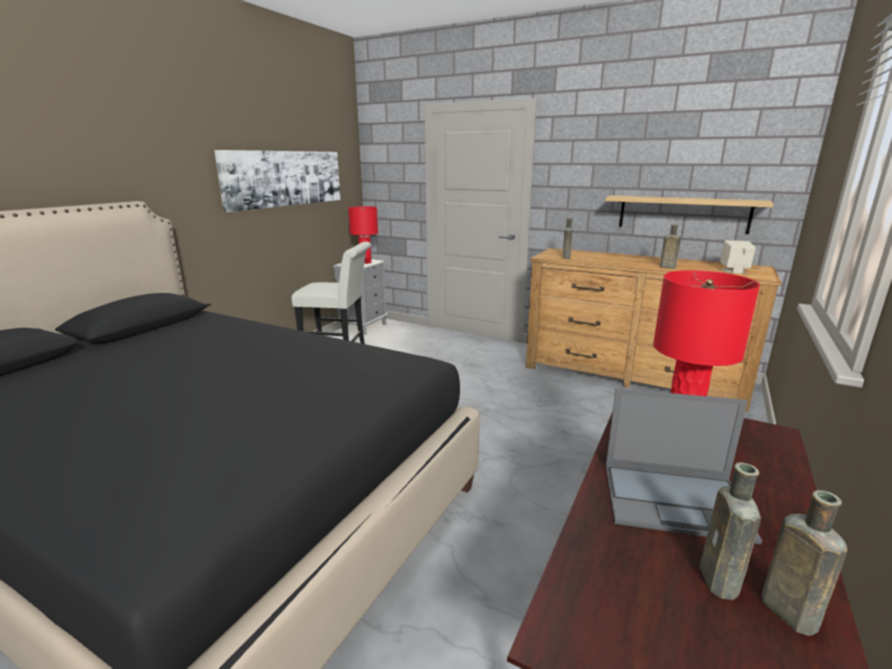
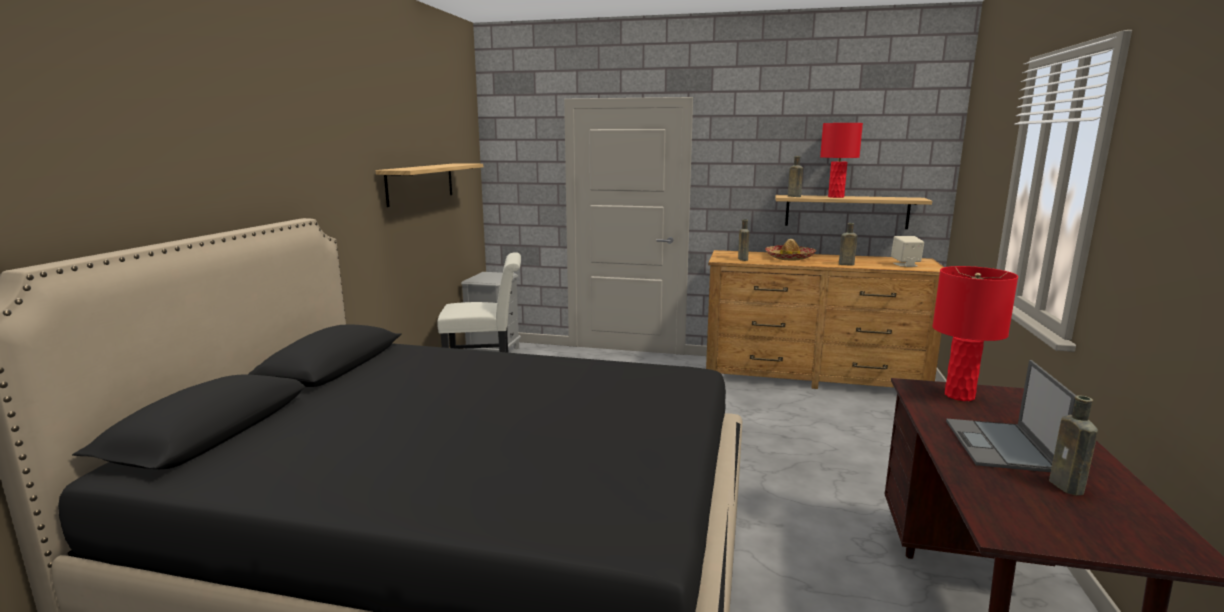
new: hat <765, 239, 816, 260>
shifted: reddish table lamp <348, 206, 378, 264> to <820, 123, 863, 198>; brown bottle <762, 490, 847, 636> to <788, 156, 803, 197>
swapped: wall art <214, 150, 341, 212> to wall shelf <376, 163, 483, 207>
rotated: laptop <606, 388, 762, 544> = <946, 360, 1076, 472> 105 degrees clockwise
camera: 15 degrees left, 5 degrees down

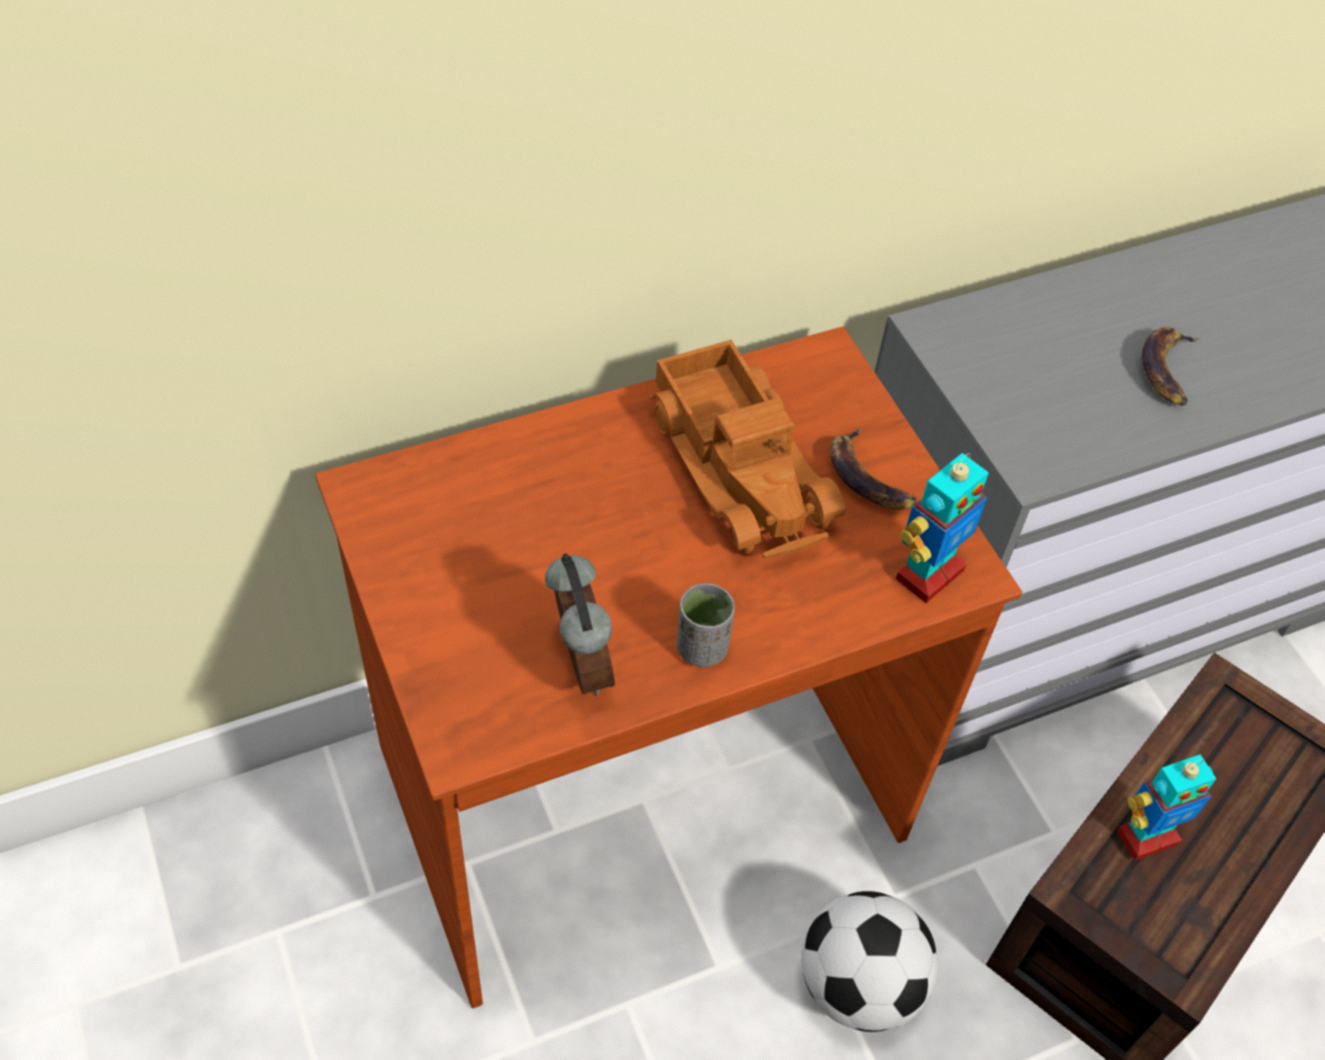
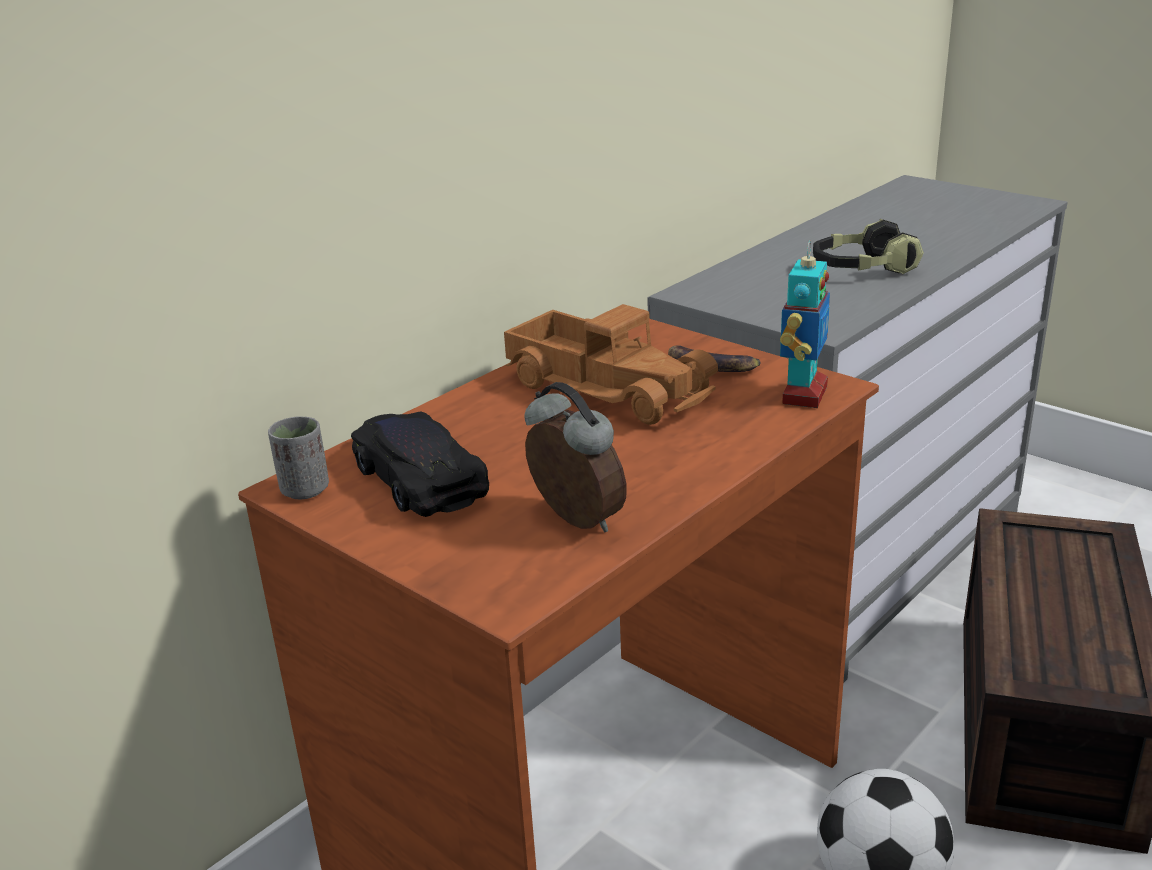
gone: model robot <1117, 754, 1216, 860>
new: black toy car <351, 411, 489, 517>
shifted: gray small cup <677, 583, 735, 667> to <268, 416, 329, 499>
swapped: whole banana <1142, 327, 1199, 406> to headset <813, 219, 924, 274>
camera: 20 degrees left, 25 degrees down

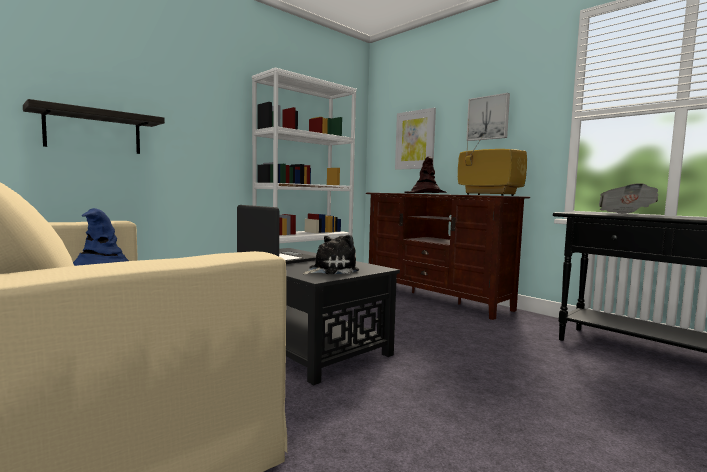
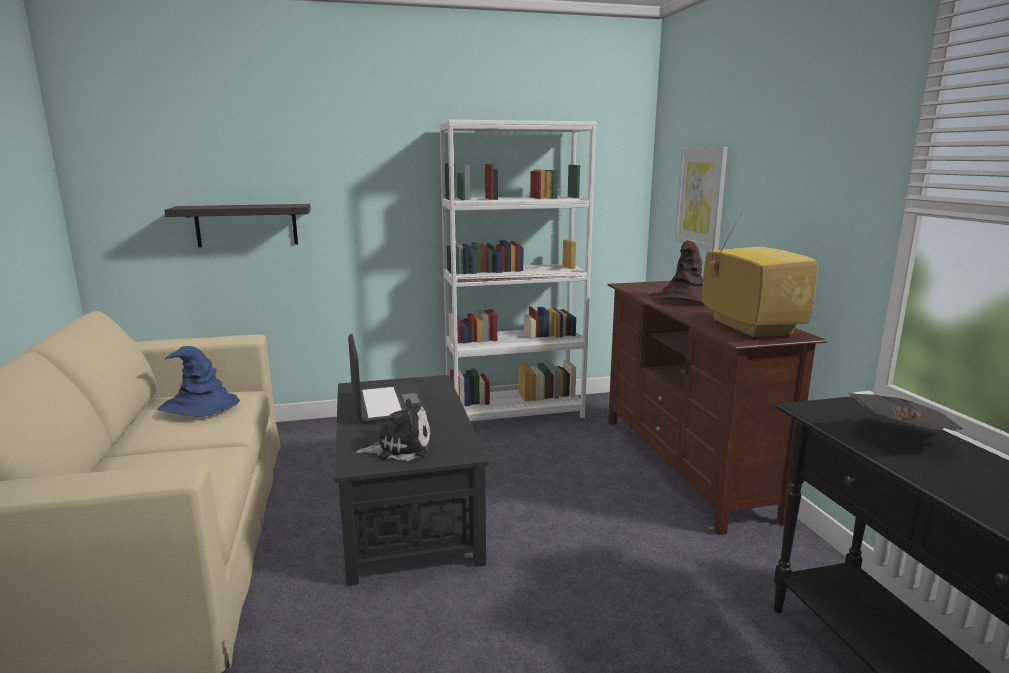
gone: wall art <466, 93, 510, 141>
camera: 30 degrees right, 10 degrees up

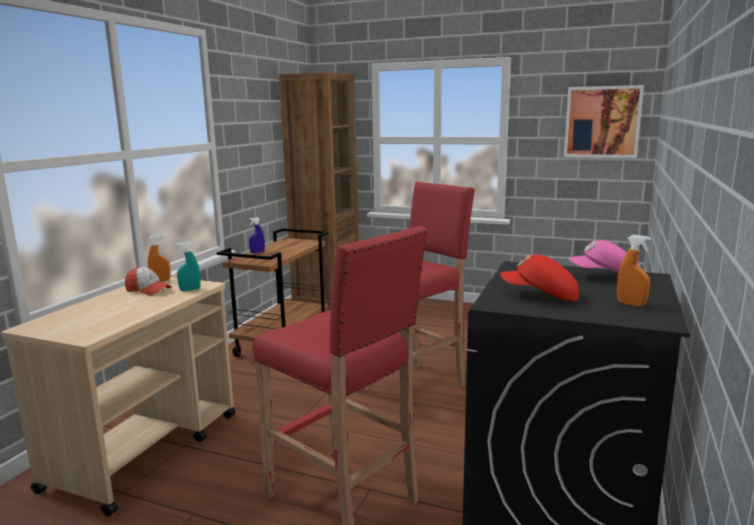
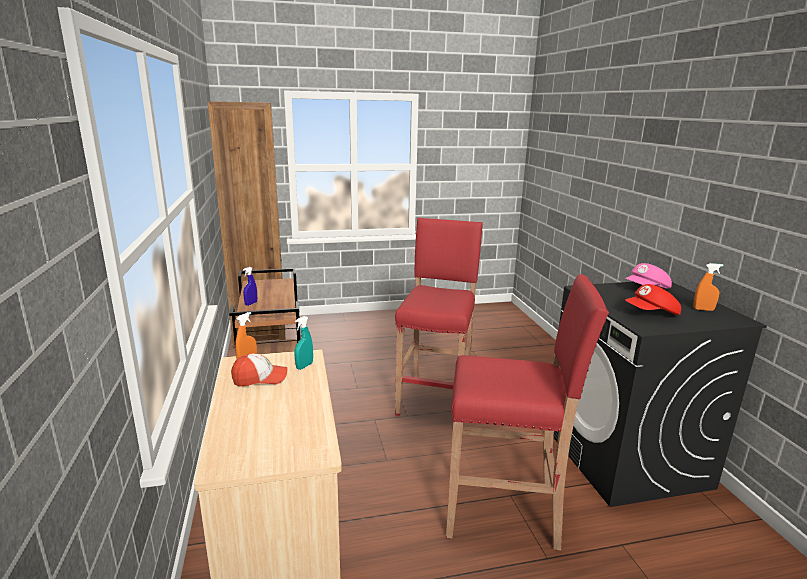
gone: wall art <564, 85, 644, 158>
camera: 35 degrees left, 5 degrees up

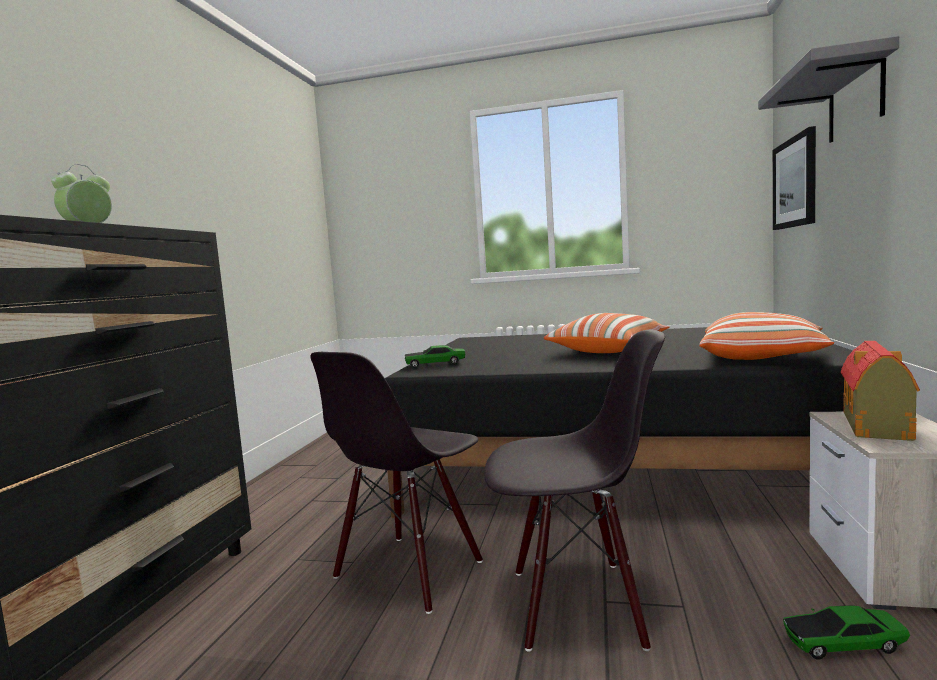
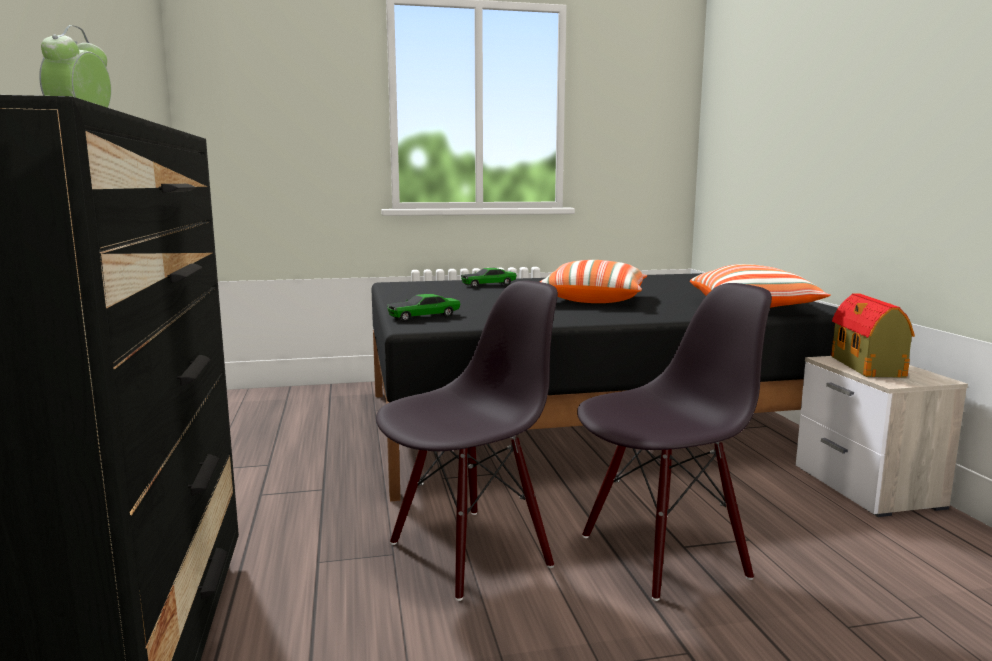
gone: gray wall shelf <758, 36, 899, 143>; wall art <773, 126, 816, 230>
shifted: toy car <783, 606, 910, 660> to <461, 268, 517, 288>
rotated: black chair <310, 352, 483, 614> = <376, 280, 558, 601> 135 degrees counterclockwise
camera: 25 degrees left, 5 degrees up

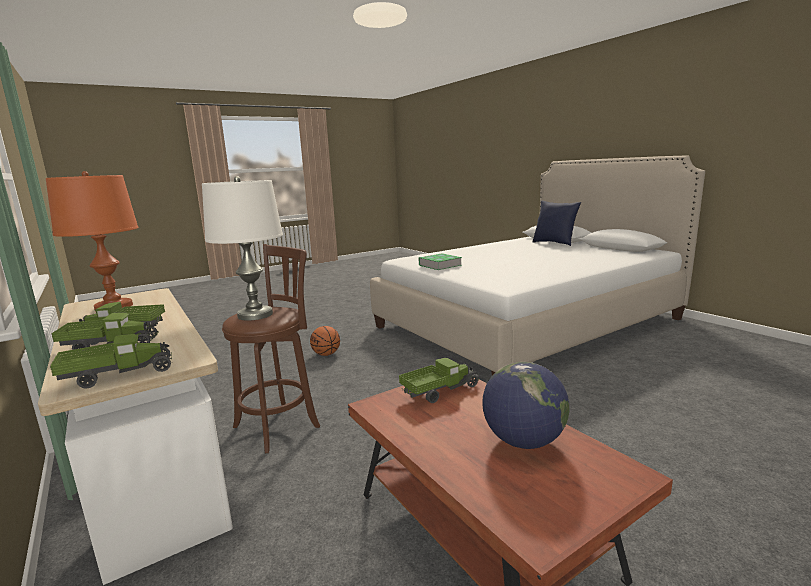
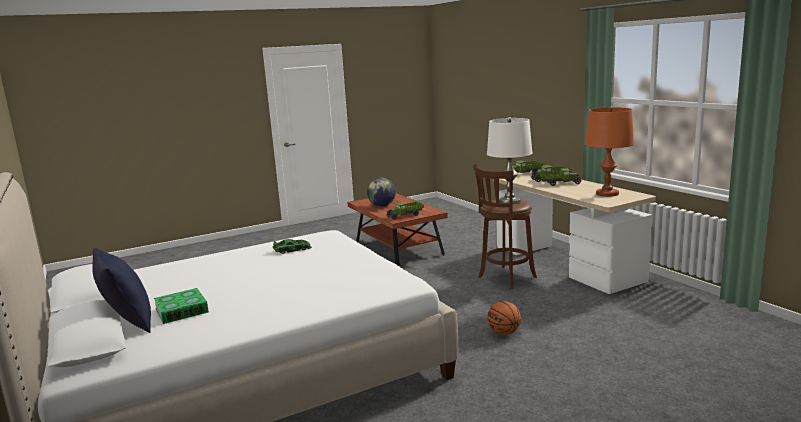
new: toy car <273, 239, 312, 254>
shifted: bound book <419, 253, 462, 270> to <154, 288, 209, 324>
camera: 175 degrees left, 0 degrees up

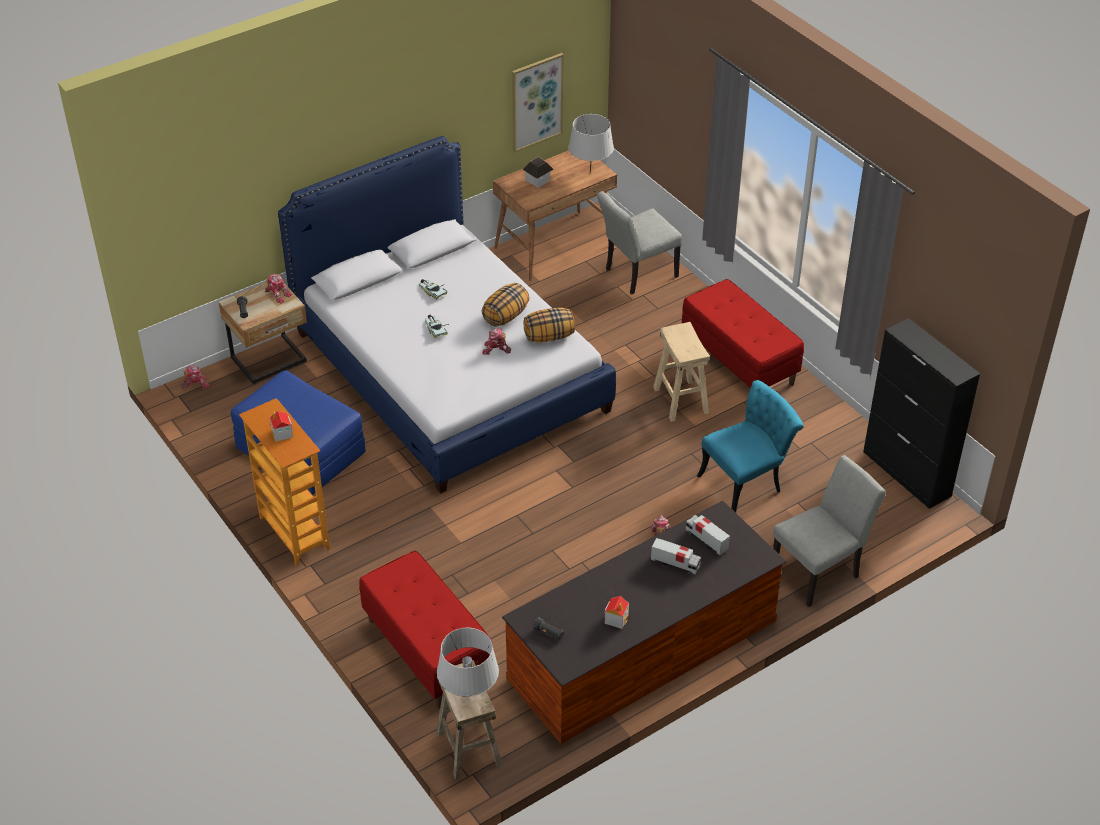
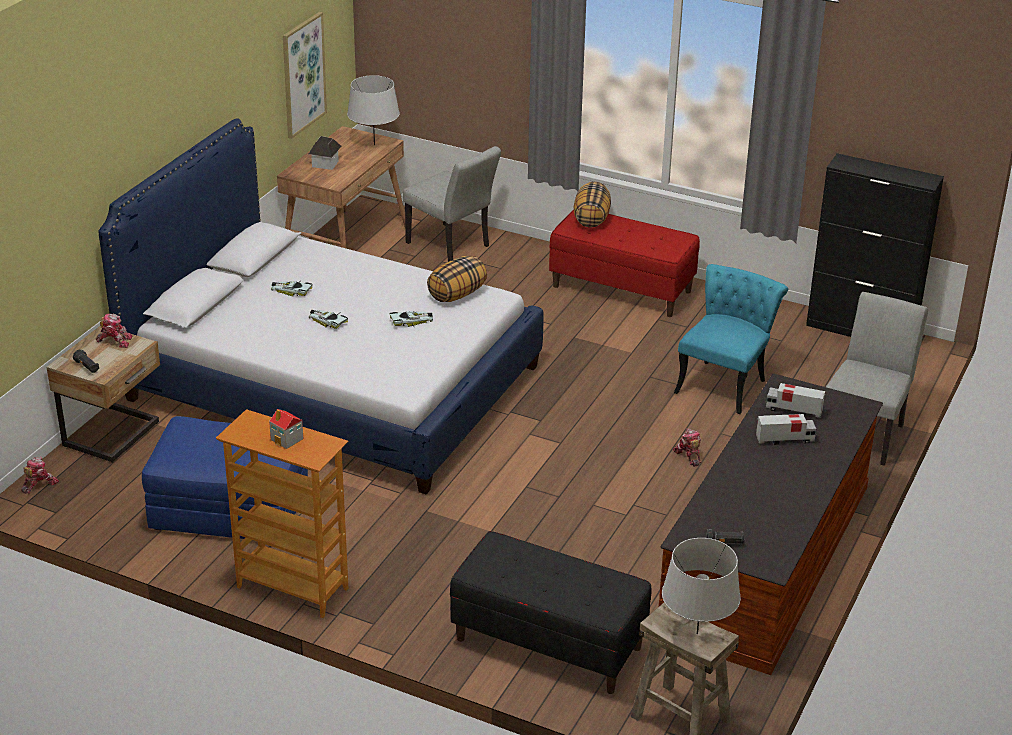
gone: beige-coloured sitting stool <653, 322, 710, 422>; miniature house <605, 596, 629, 629>
shifted: throw pillow <482, 283, 529, 327> to <574, 182, 611, 228>
swapped: model robot <482, 329, 511, 355> to toy car <390, 311, 433, 327>
repainted: reddish bench <359, 551, 492, 708> to black bench <450, 531, 651, 694>
rotated: gray chair <597, 191, 683, 294> = <403, 146, 501, 262> 75 degrees counterclockwise
camera: 30 degrees left, 10 degrees down

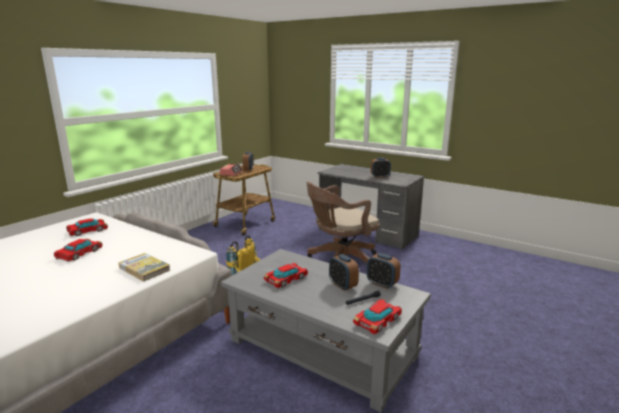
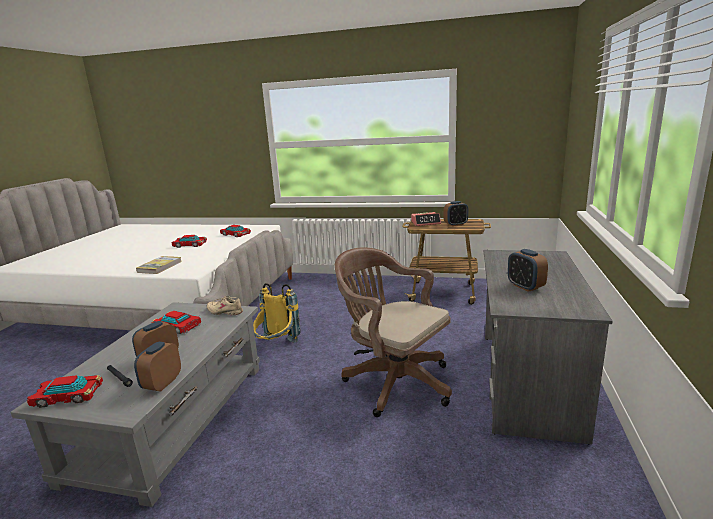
new: beige-coloured item of footwear <207, 296, 243, 315>
rotated: toy car <353, 299, 402, 334> = <27, 375, 103, 408> 150 degrees clockwise
camera: 70 degrees right, 0 degrees up

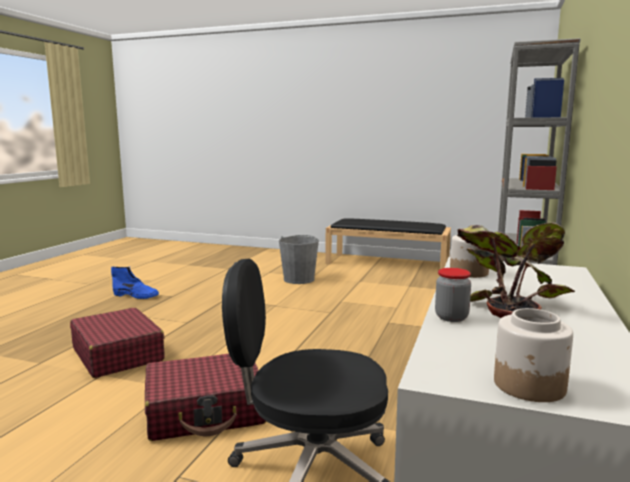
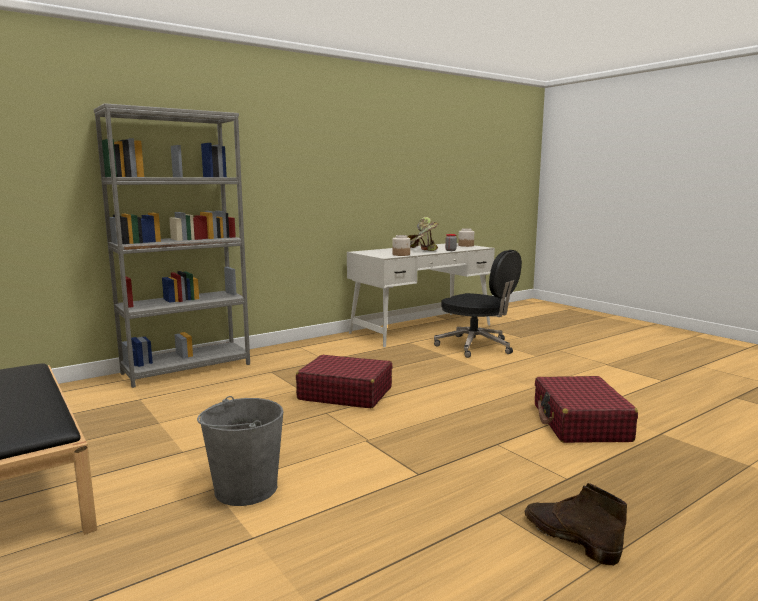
shifted: reddish travel case <145, 354, 267, 441> to <296, 355, 393, 408>
repainted: bluish high-top boot <111, 267, 159, 299> to brown high-top boot <525, 483, 627, 566>
camera: 145 degrees left, 0 degrees up

